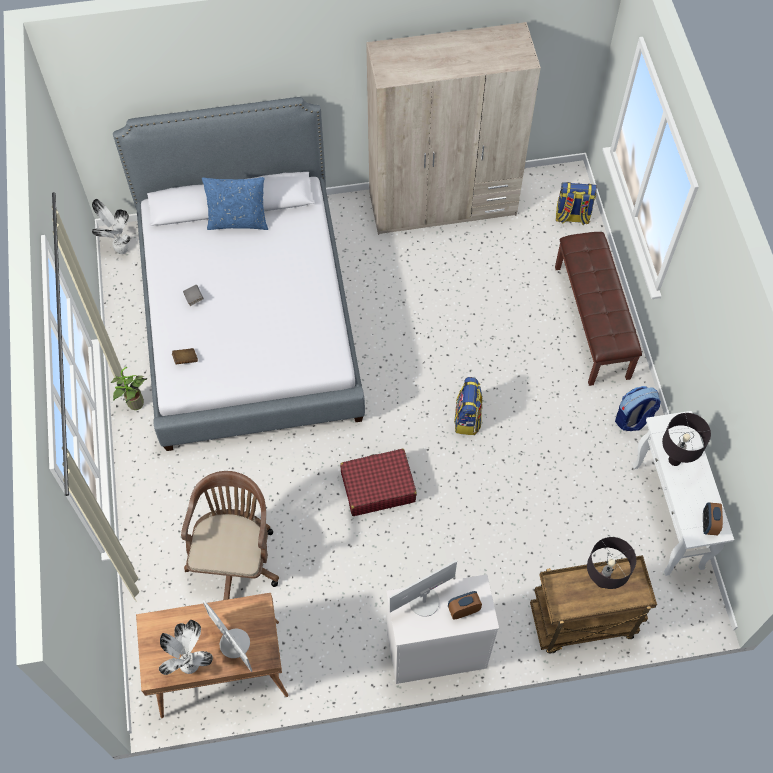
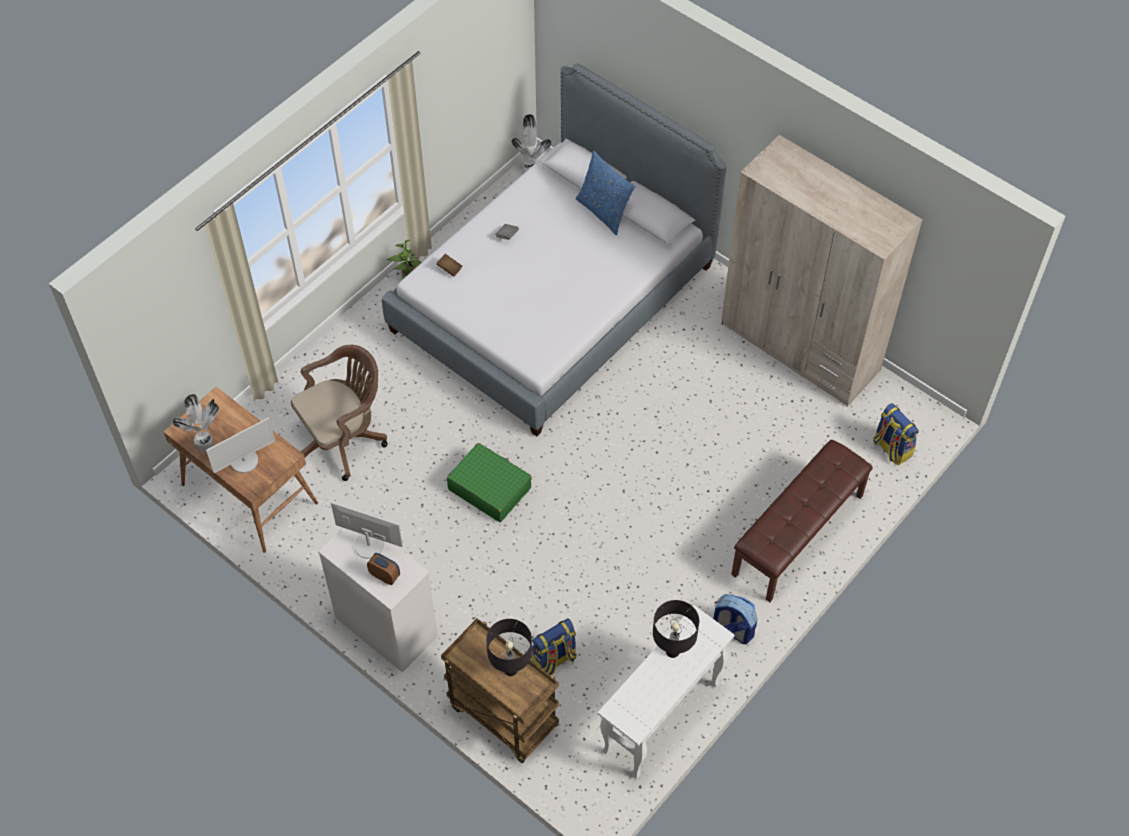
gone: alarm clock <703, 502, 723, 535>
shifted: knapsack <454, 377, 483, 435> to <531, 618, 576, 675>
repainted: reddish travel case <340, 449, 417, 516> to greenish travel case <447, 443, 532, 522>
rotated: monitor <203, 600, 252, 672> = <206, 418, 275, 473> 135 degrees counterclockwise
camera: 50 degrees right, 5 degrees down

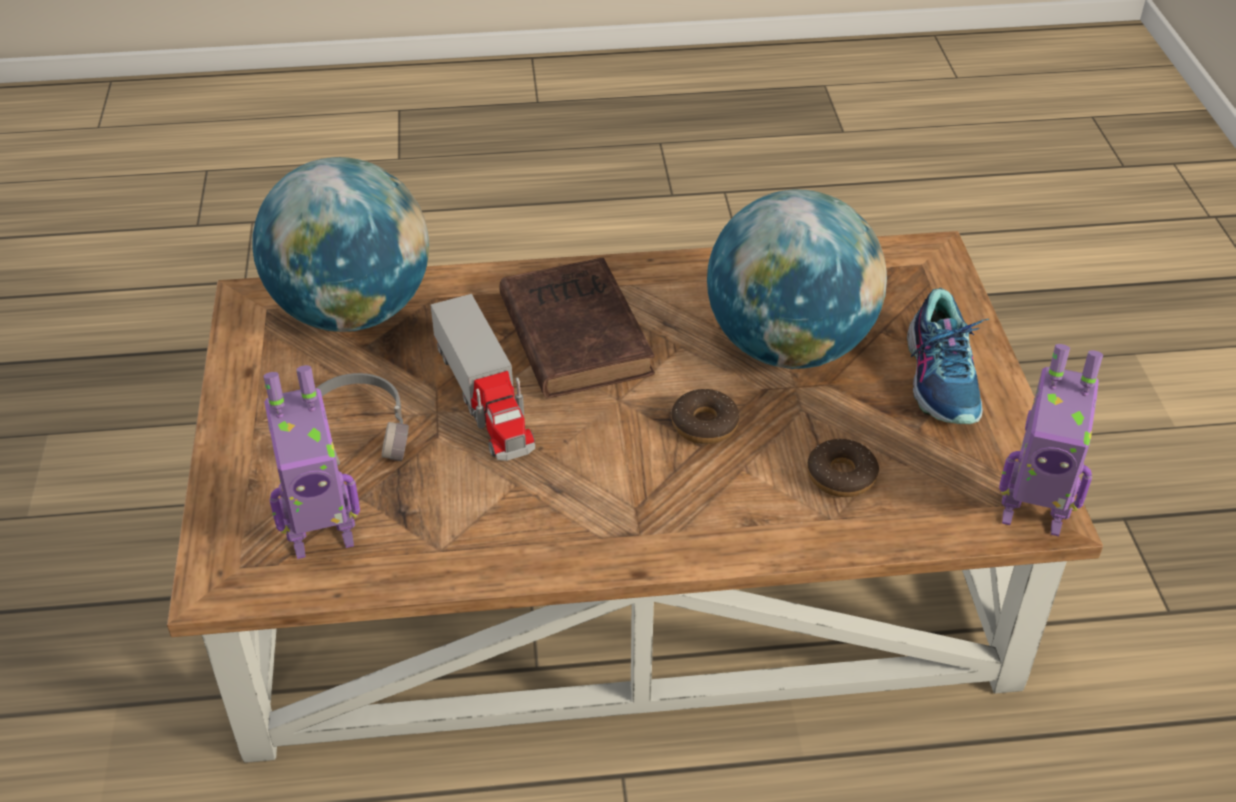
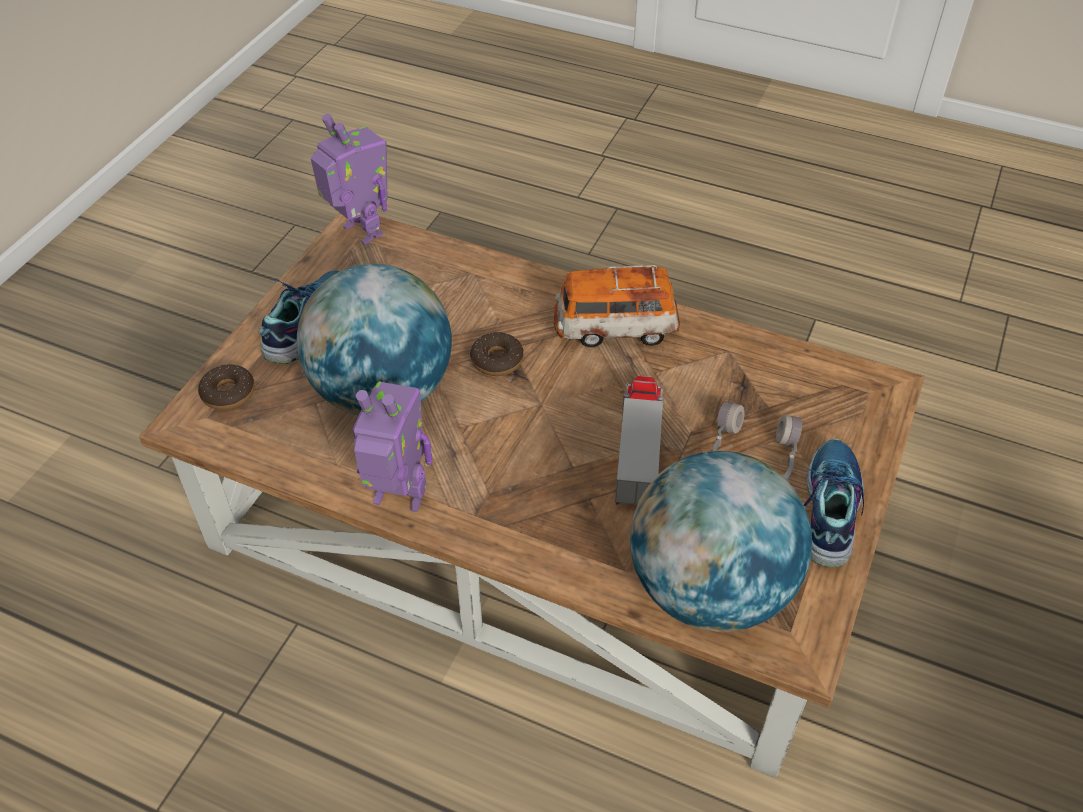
gone: brown bound book <499, 258, 655, 399>
new: toy car <554, 265, 680, 347>; item of footwear <804, 439, 864, 567>
shifted: model robot <263, 365, 360, 559> to <353, 381, 432, 512>; ring doughnut <807, 439, 879, 497> to <198, 364, 255, 410>
camera: 150 degrees left, 5 degrees up

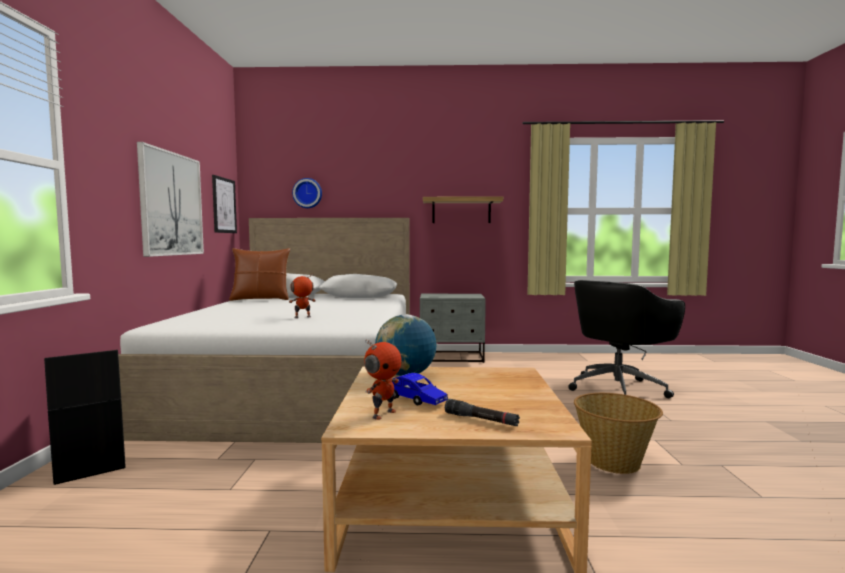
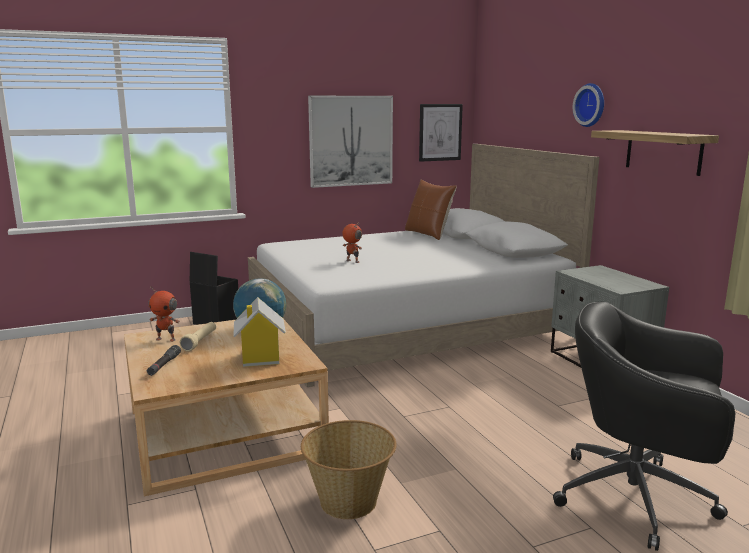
new: miniature house <233, 297, 286, 367>
shifted: hanging clock <292, 178, 322, 208> to <573, 83, 604, 127>
swapped: bluish toy car <392, 373, 448, 405> to beige-coloured torch <180, 322, 216, 351>
camera: 65 degrees right, 10 degrees up

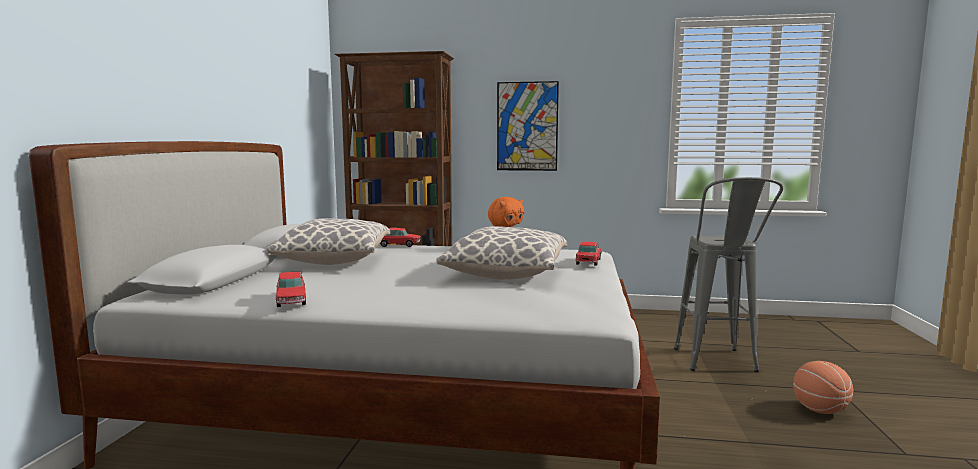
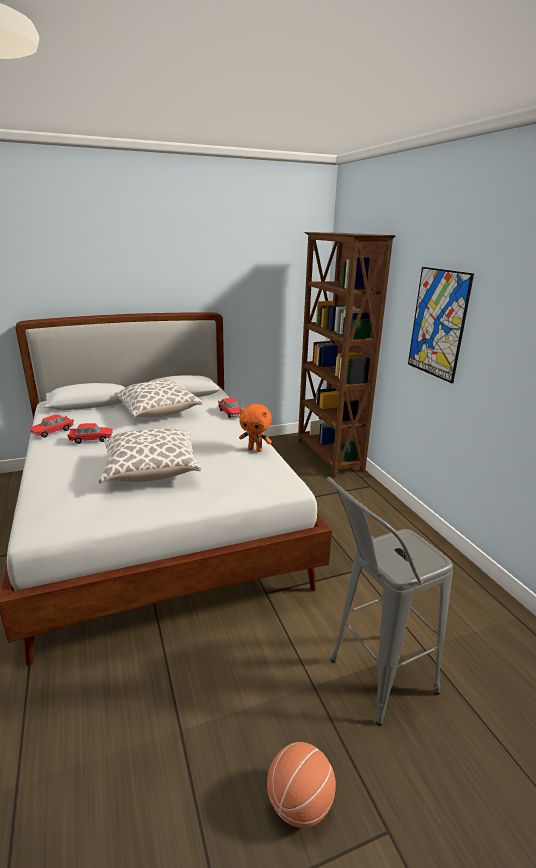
shifted: toy car <576, 242, 601, 266> to <68, 423, 113, 444>
camera: 60 degrees right, 15 degrees up

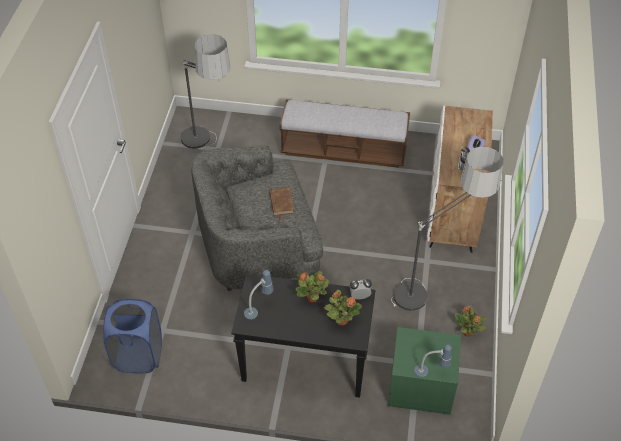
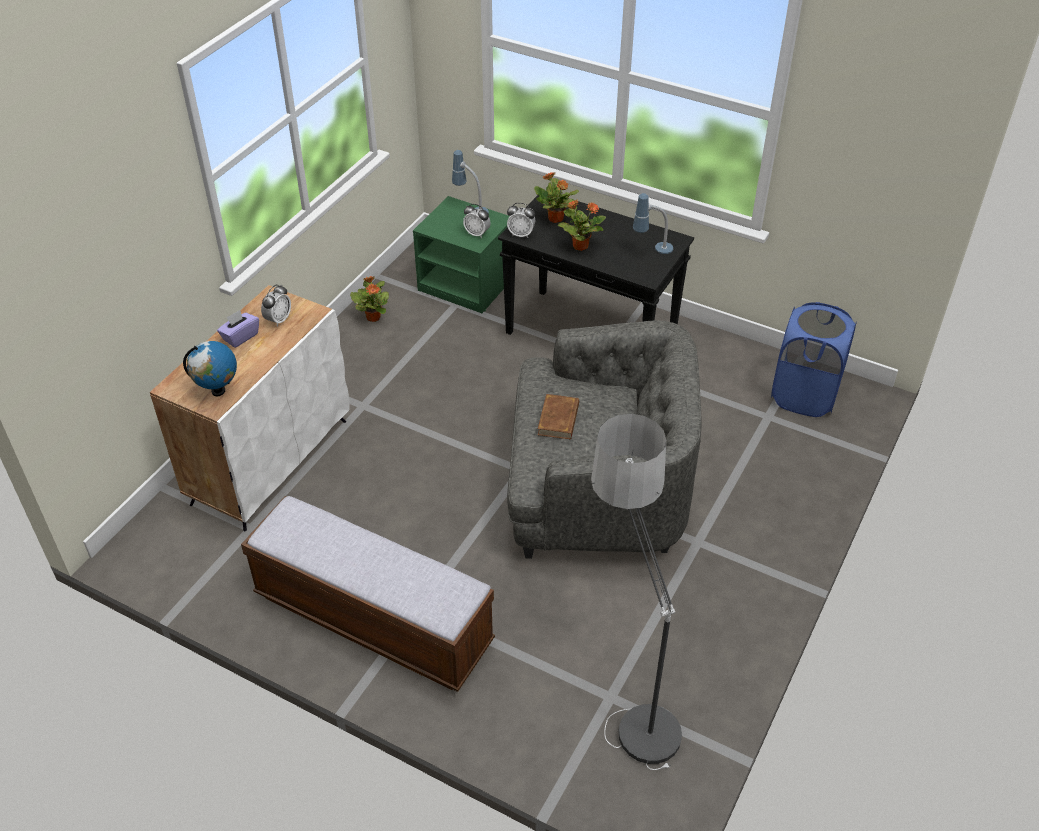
gone: standard lamp <391, 146, 503, 311>
new: alarm clock <463, 204, 490, 238>; desk globe <183, 341, 237, 396>
camera: 160 degrees left, 5 degrees down

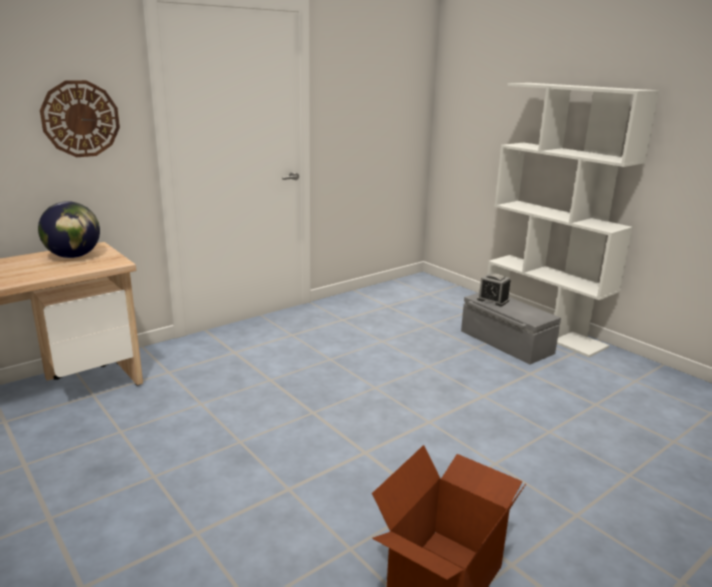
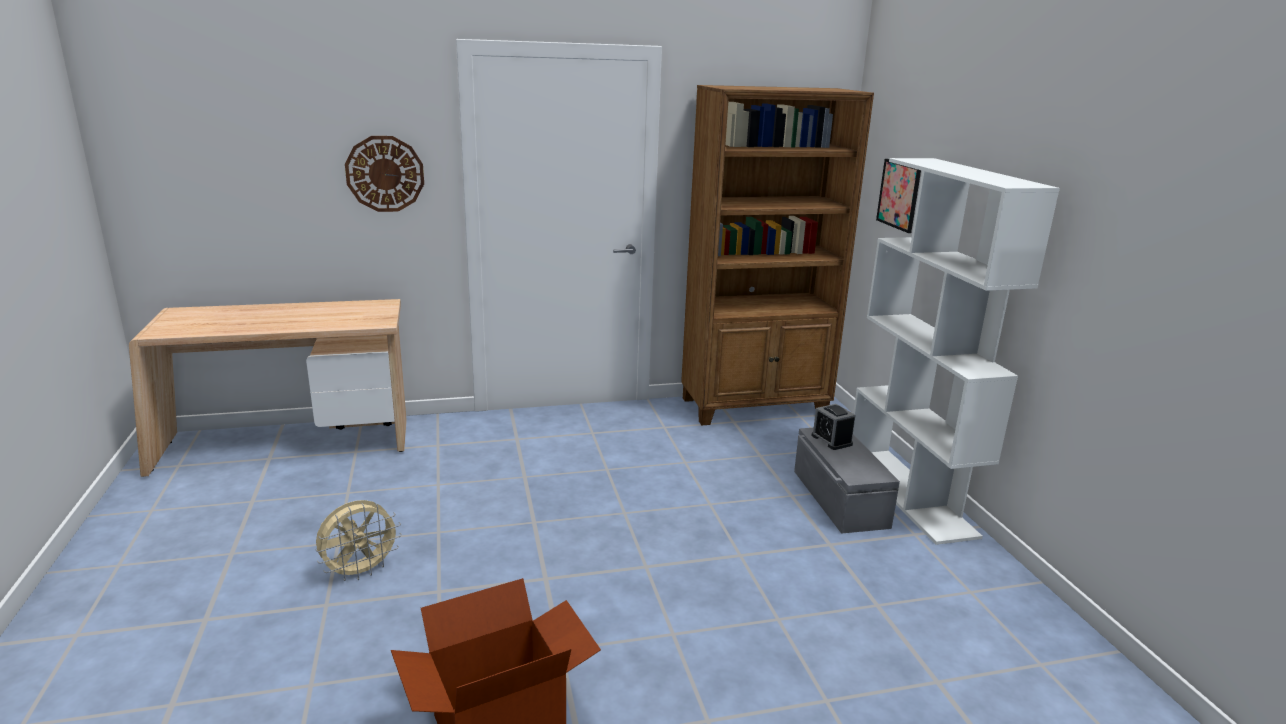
gone: desk globe <38, 201, 100, 258>
new: brown shelving unit <681, 85, 874, 425>; wall art <876, 159, 921, 233>; beige-coloured fan <315, 500, 402, 581>
camera: 25 degrees right, 0 degrees up

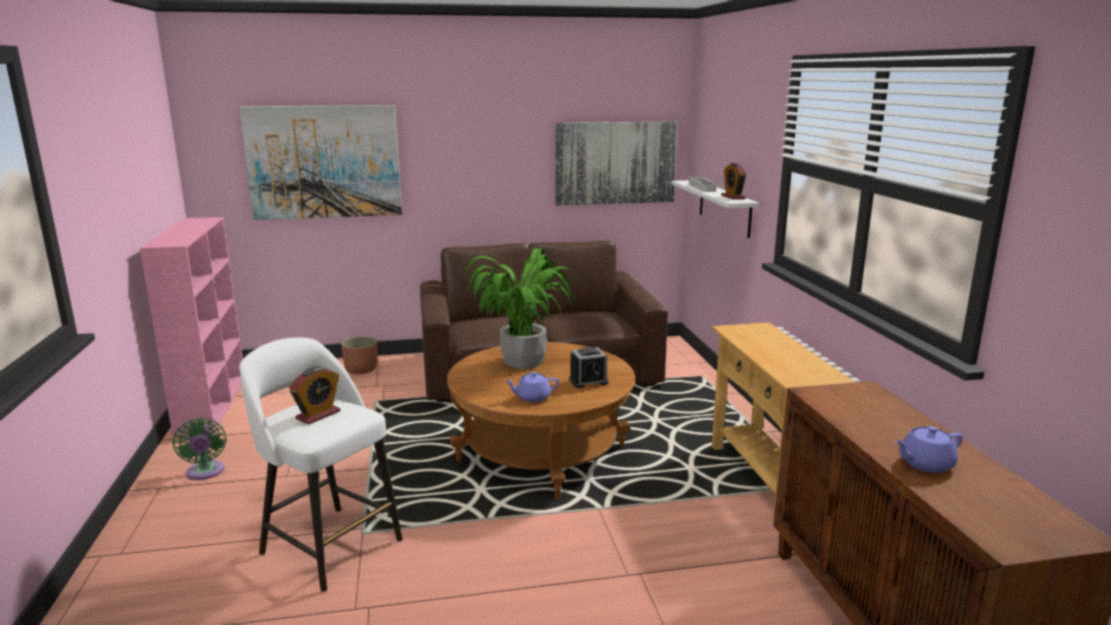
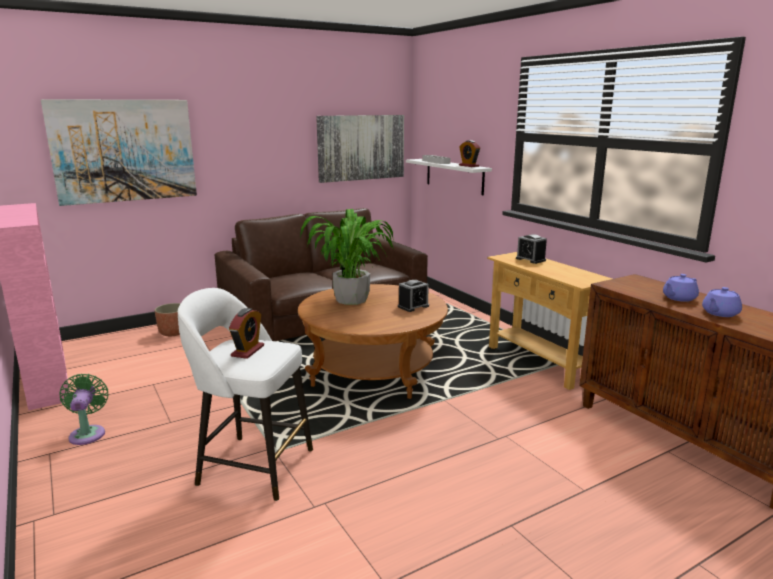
new: alarm clock <516, 234, 547, 264>
shifted: purple-coloured teapot <504, 372, 559, 402> to <663, 274, 699, 302>
rotated: greenish fan <172, 418, 227, 480> = <60, 374, 108, 445> 150 degrees counterclockwise
camera: 20 degrees left, 0 degrees up

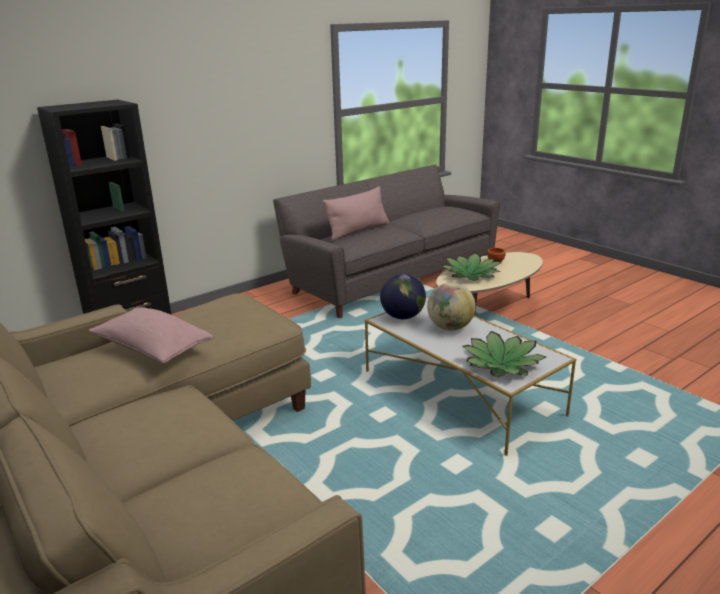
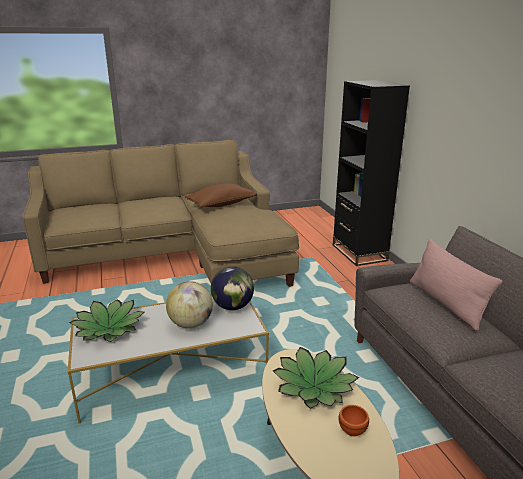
repainted: pink throw pillow <88, 307, 214, 363> to brown throw pillow <185, 183, 257, 208>
camera: 110 degrees right, 0 degrees up

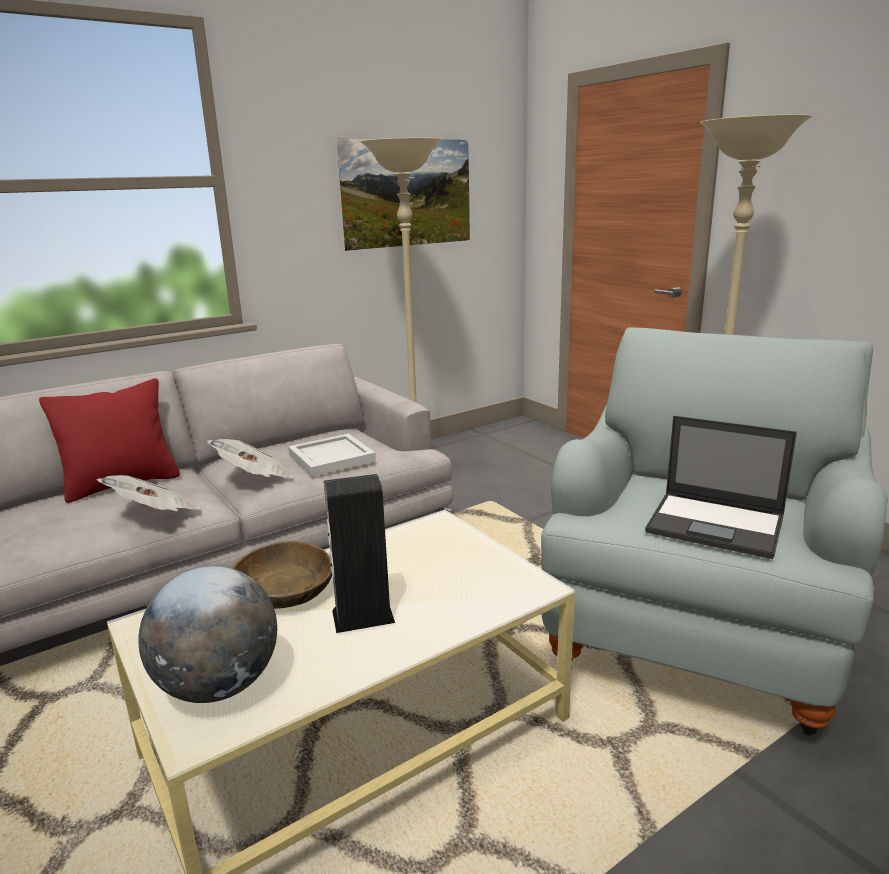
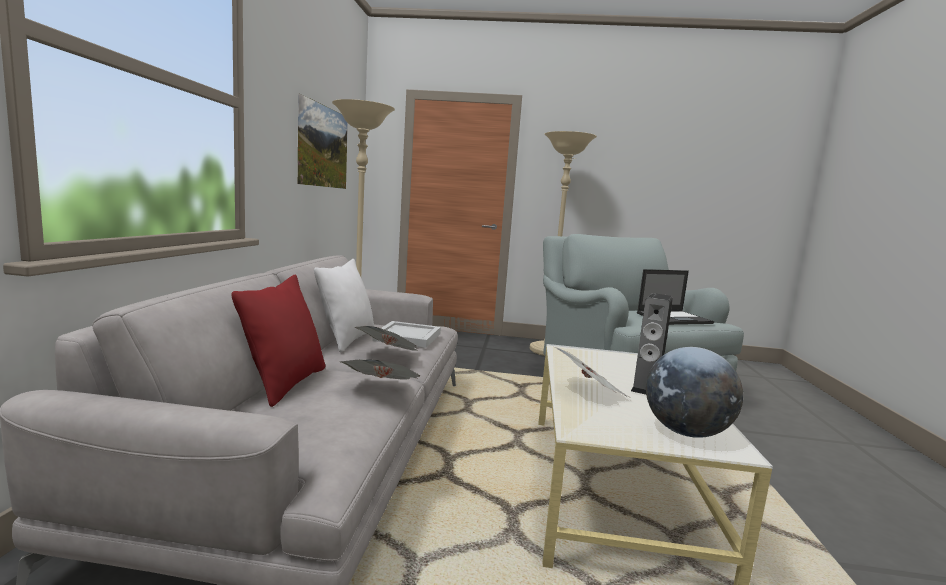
new: white-coloured throw pillow <314, 259, 375, 352>
swapped: brown serving bowl <232, 541, 332, 609> to newspaper <554, 347, 632, 398>
camera: 50 degrees left, 10 degrees down

